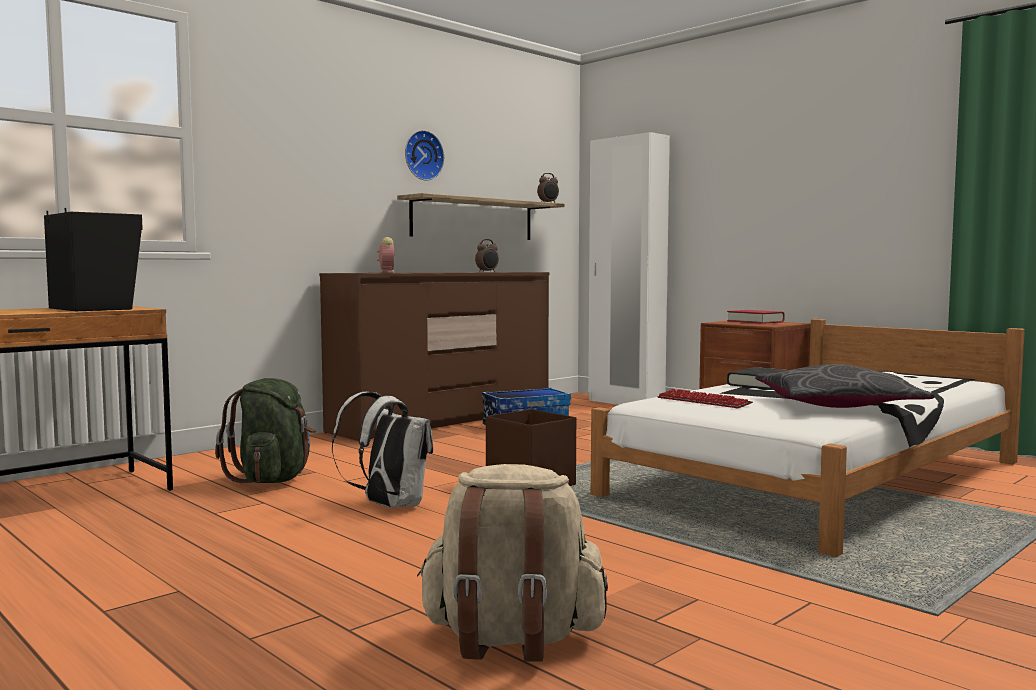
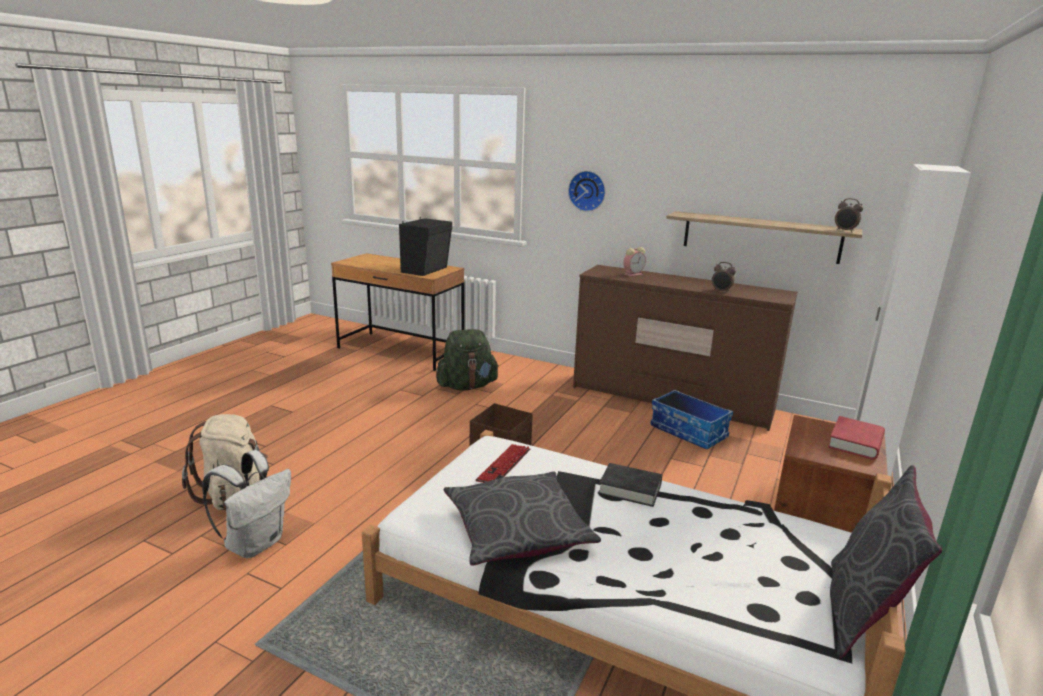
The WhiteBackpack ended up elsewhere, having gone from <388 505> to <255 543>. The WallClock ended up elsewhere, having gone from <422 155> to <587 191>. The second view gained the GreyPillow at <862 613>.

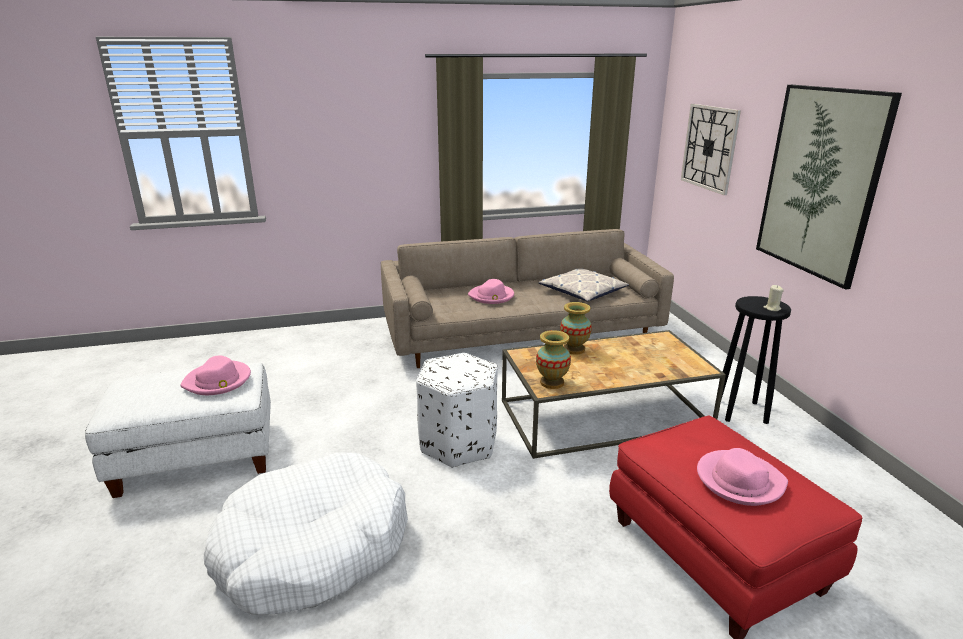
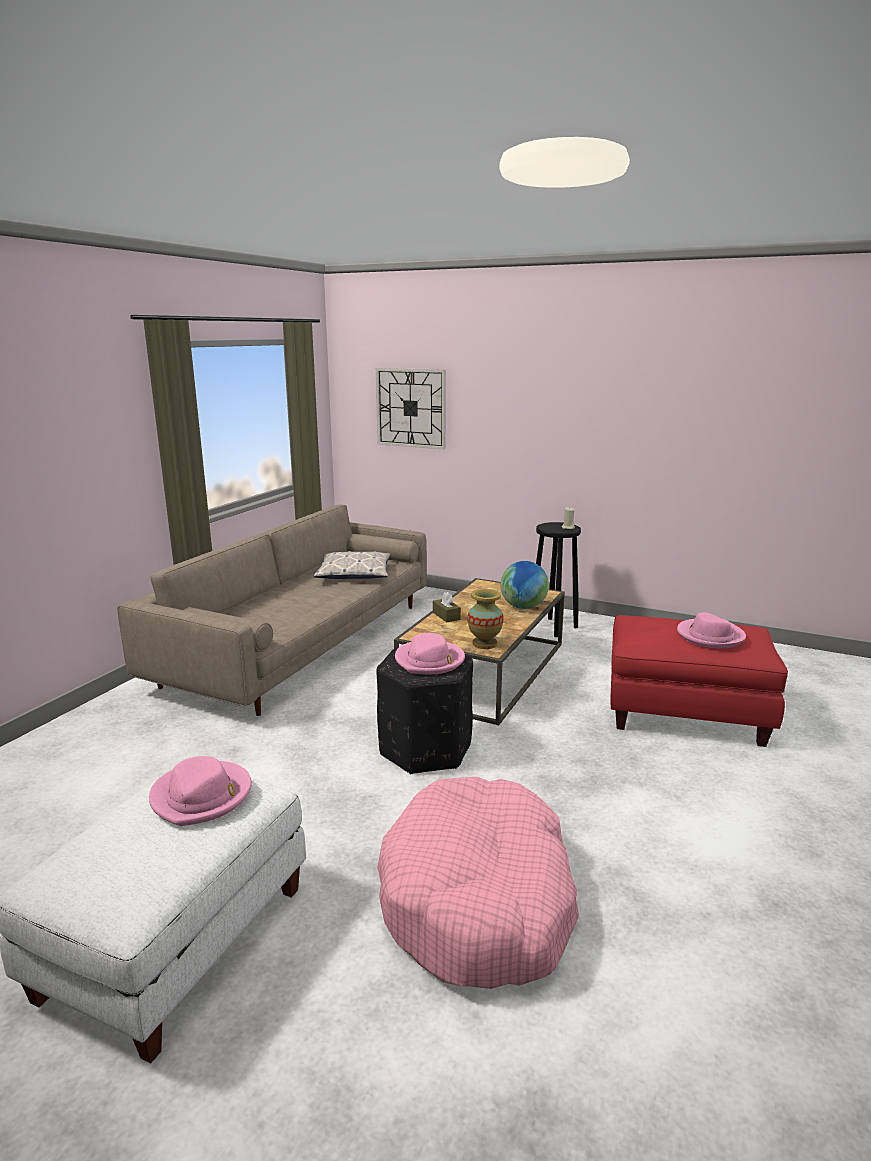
What was the WhiteOttoman at <459 443> turned into the BlackOttoman at <425 749>. What was the WhiteDogBed at <313 548> turned into the PinkDogBed at <479 900>. The PinkHat ended up elsewhere, having gone from <491 296> to <430 660>. Where the Vase stood at <574 349>, the BrownTissueBox came to stand at <446 616>. The second view gained the Globe at <523 607>. The second view lost the Picture at <820 182>.

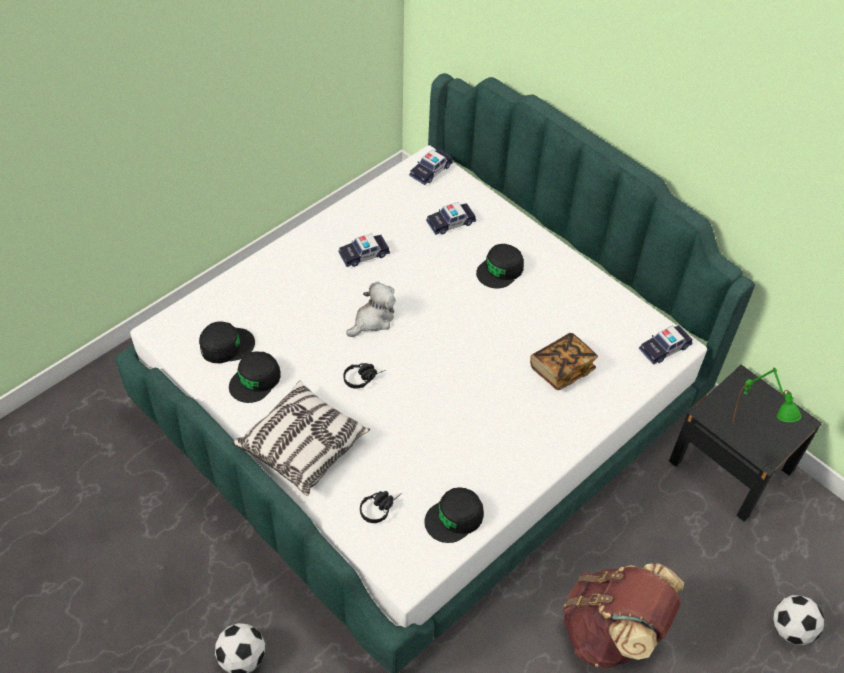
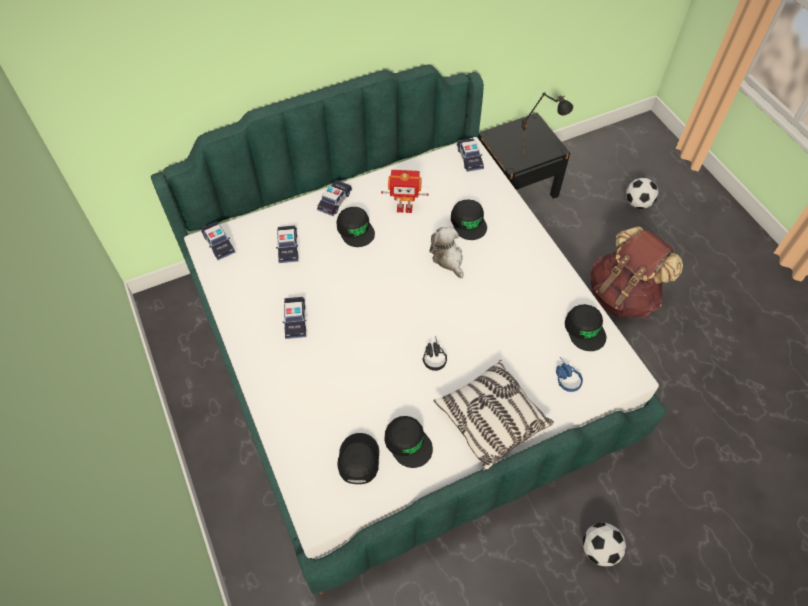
The second view gained the ToyCar at <335 201>. The second view gained the ToyRobot at <404 208>. The PlushToy ended up elsewhere, having gone from <373 319> to <448 258>. Where the Book stood at <561 369>, the BlackCap came to stand at <468 222>. What was the GreenTableLamp at <753 437> turned into the BlackTableLamp at <539 149>. What was the BlackHeadphones at <380 507> turned into the BlueHeadphones at <564 377>.

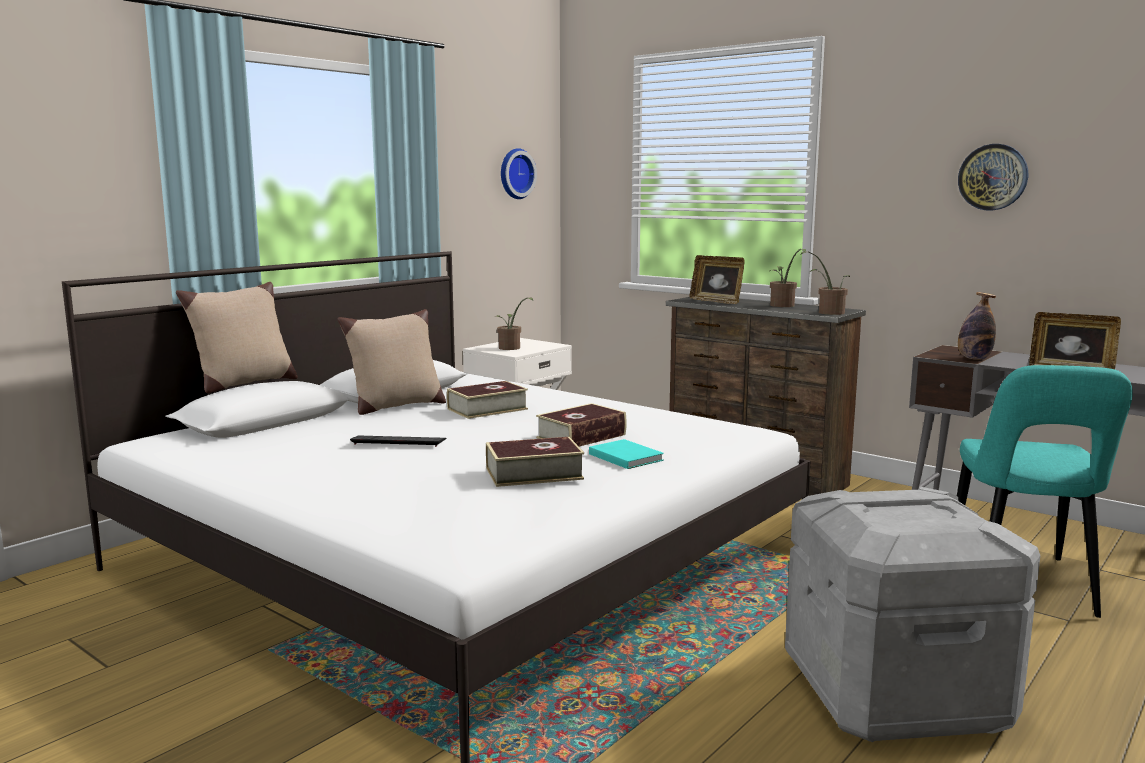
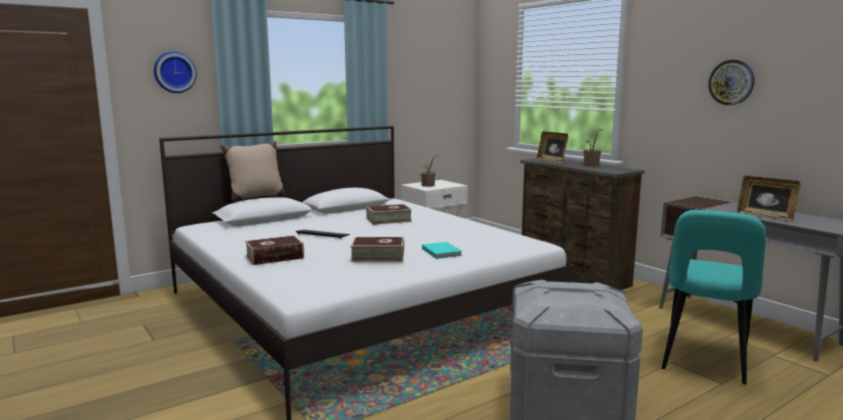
The WallClock ended up elsewhere, having gone from <515 174> to <174 72>. The Book ended up elsewhere, having gone from <581 436> to <275 257>. The second view lost the BeigePillow at <395 406>. The second view lost the PottedPlant at <827 313>. The second view lost the Bottle at <974 358>.

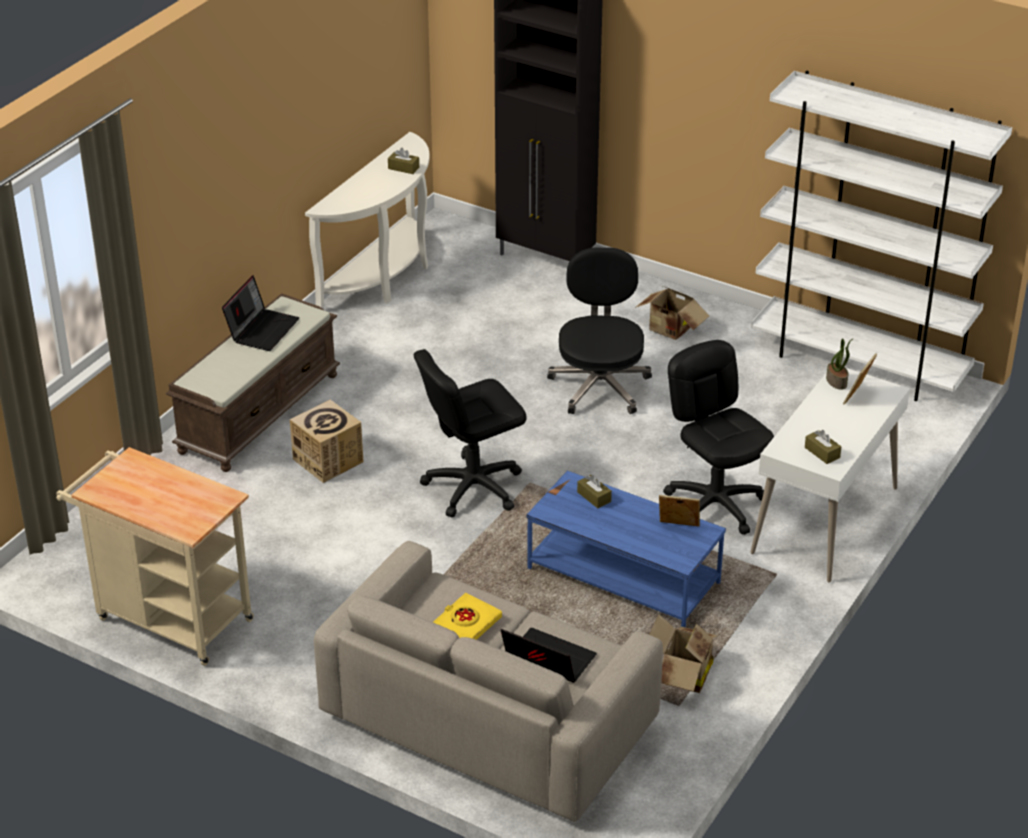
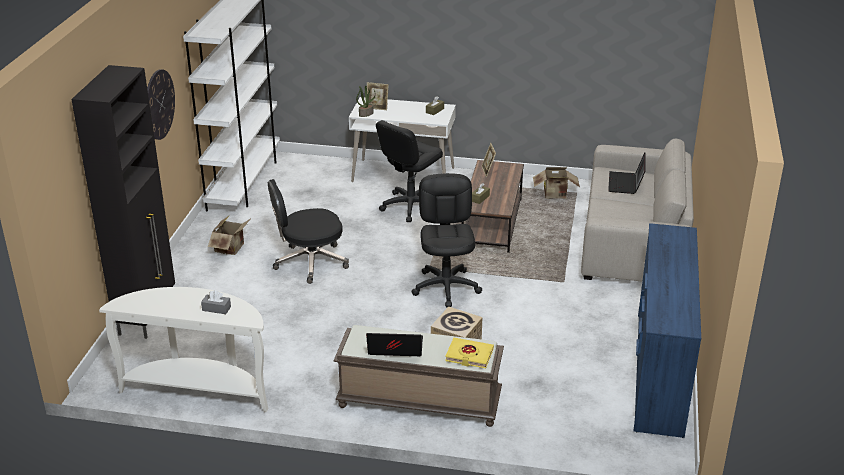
The second view gained the WallClock at <159 104>. The second view gained the GreyTissueBox at <216 308>. The BlackOfficeChair at <473 487> ended up facing another way, 135 degrees counterclockwise from before. The YellowBook ended up elsewhere, having gone from <465 624> to <469 356>. What was the BlueCoffeeTable at <622 576> turned into the BrownCoffeeTable at <492 223>. Where the BeigeCart stood at <167 617>, the BlueDresser came to stand at <658 373>. The second view lost the BrownTissueBox at <403 168>.

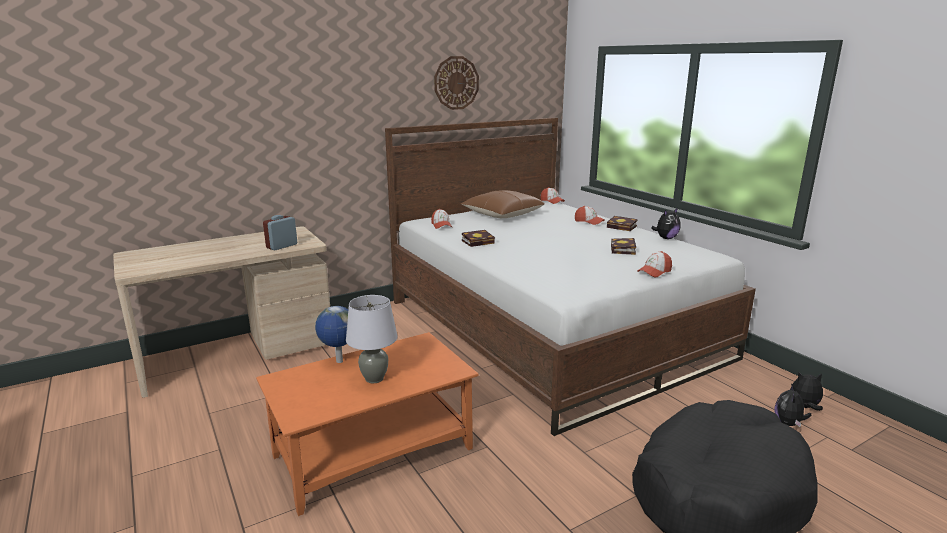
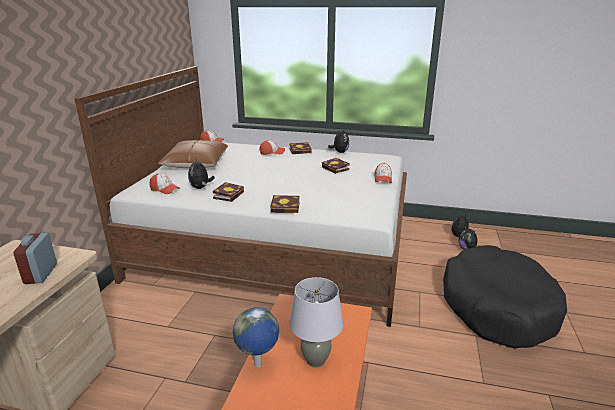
The second view gained the PlushToy at <201 187>. The second view gained the Book at <287 207>. The second view lost the WallClock at <456 83>.

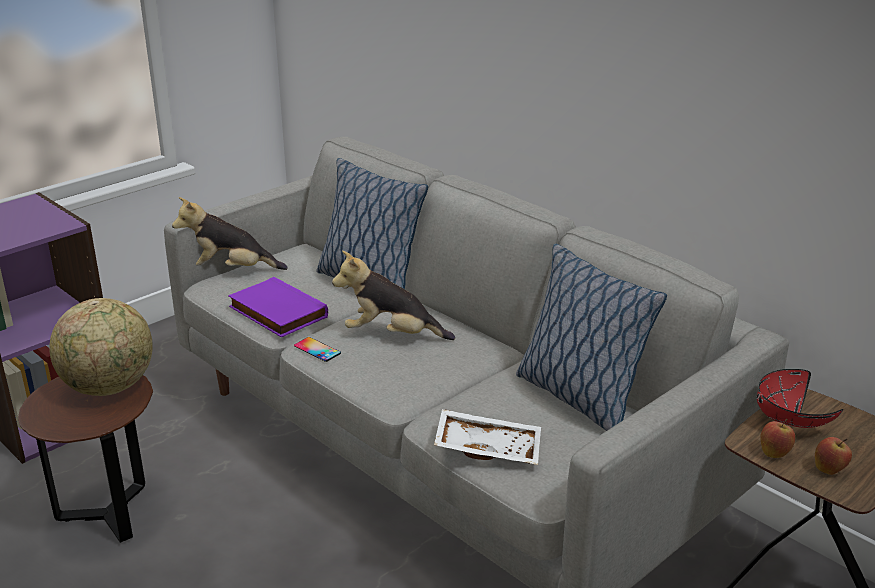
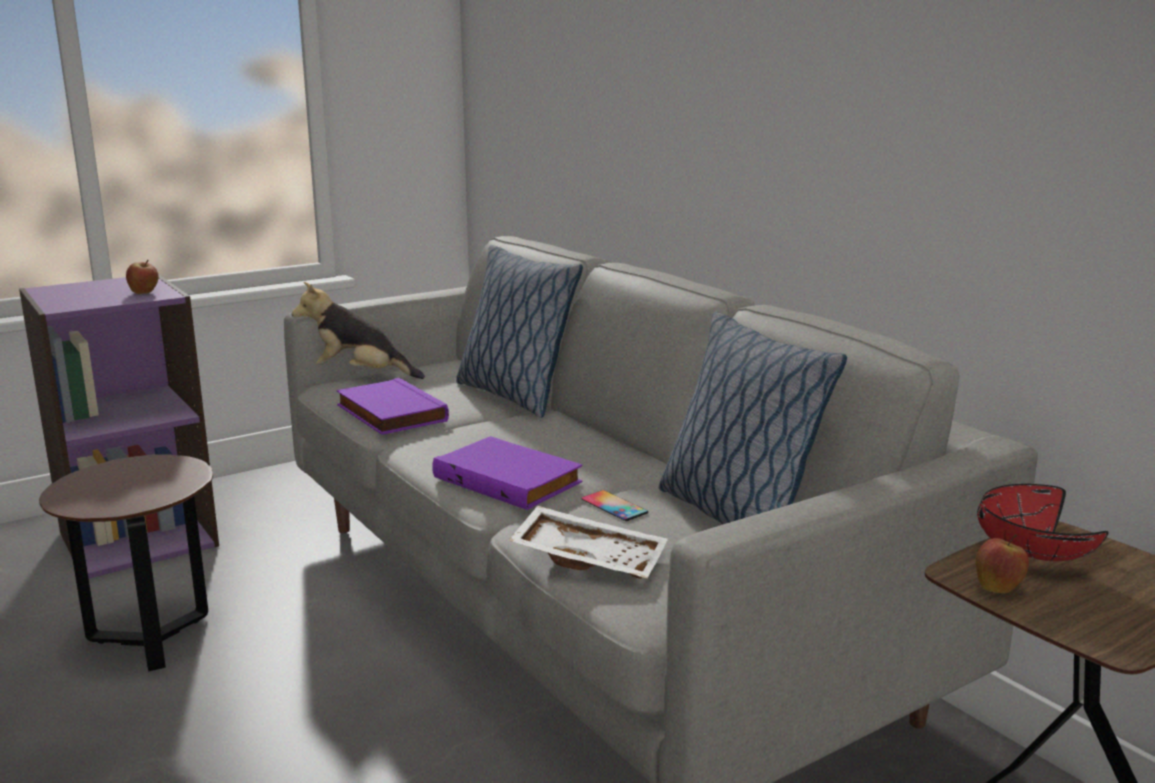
The Apple ended up elsewhere, having gone from <829 469> to <144 293>. The second view gained the PurpleBook at <510 479>. The Phone ended up elsewhere, having gone from <317 349> to <614 506>. The second view lost the Globe at <109 387>. The second view lost the PlushToy at <392 335>.

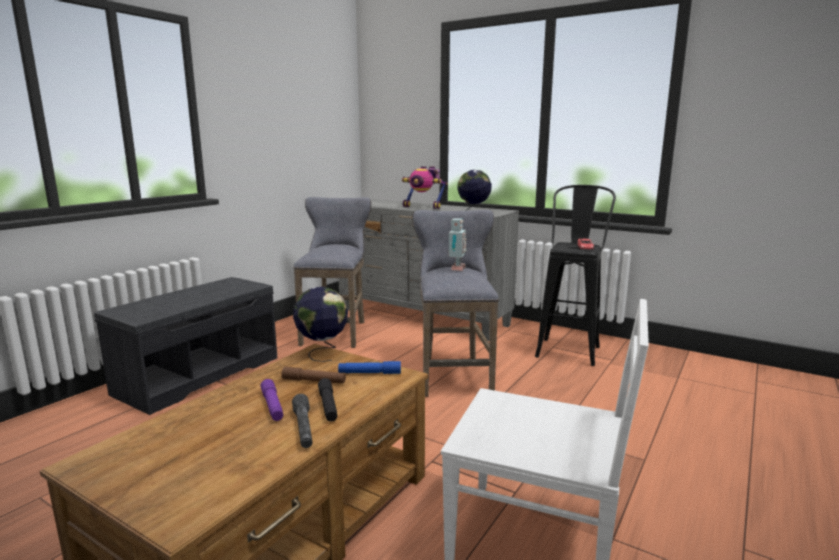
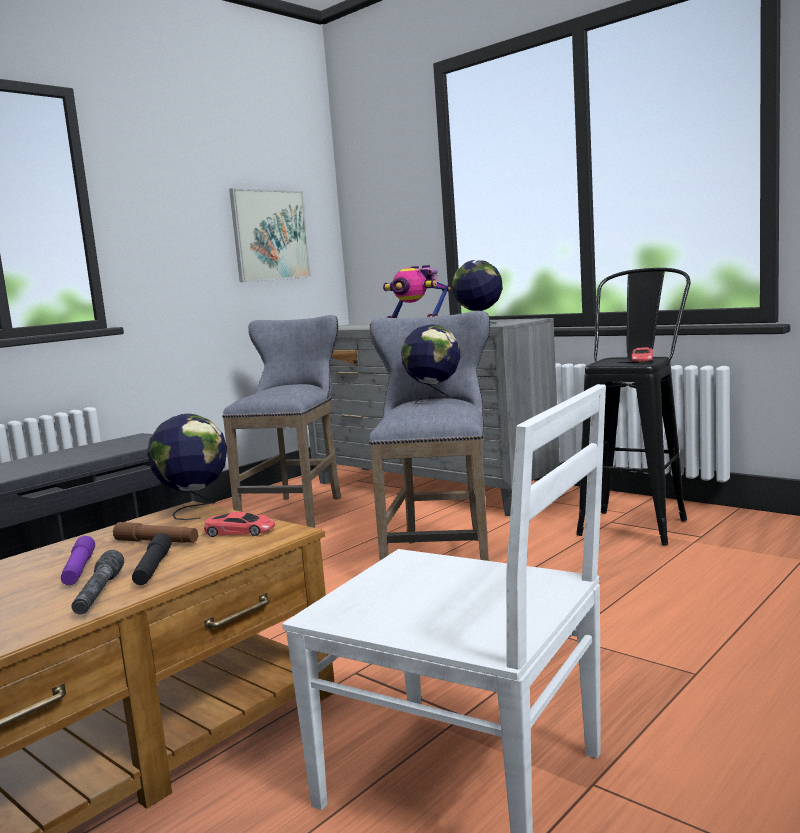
Where the BlueFlashlight stood at <369 373>, the RedToyCar came to stand at <240 531>. The second view gained the Picture at <270 235>. Where the ToyRobot stood at <456 269>, the Globe came to stand at <434 399>.

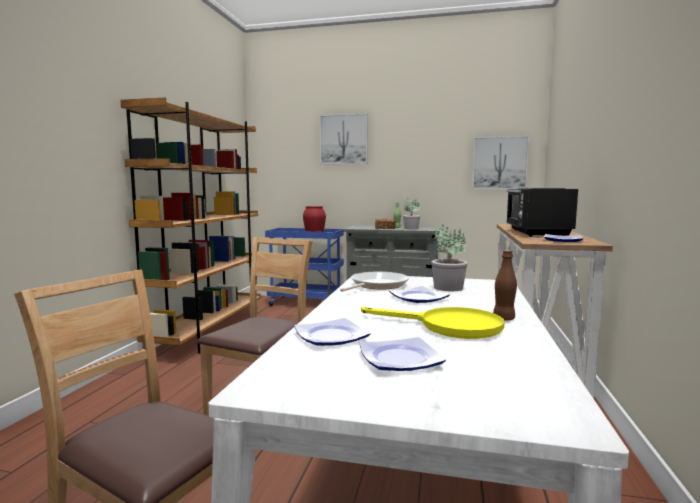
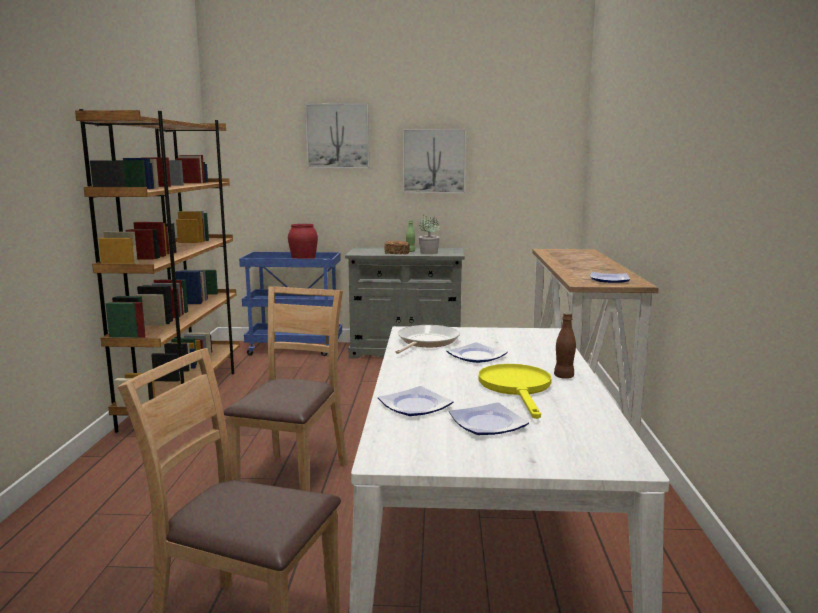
The Picture ended up elsewhere, having gone from <499 163> to <434 161>. The YellowFryingPan at <448 326> ended up facing another way, 105 degrees counterclockwise from before. The second view lost the PottedPlant at <447 288>. The second view lost the BlackMicrowave at <536 233>.

